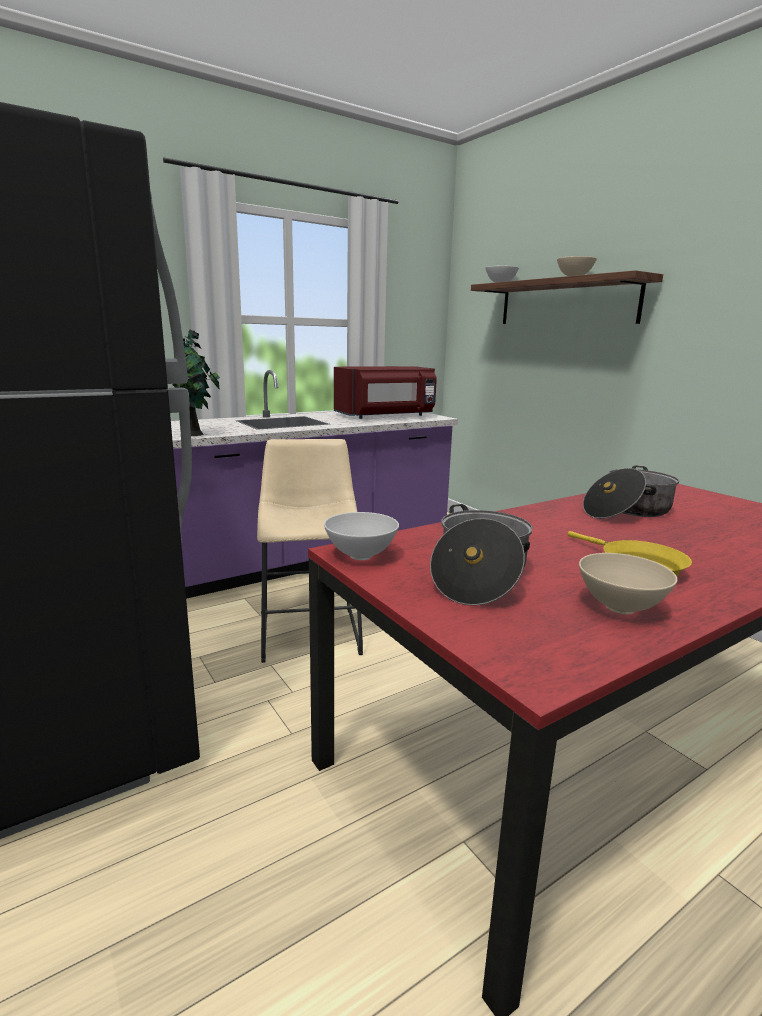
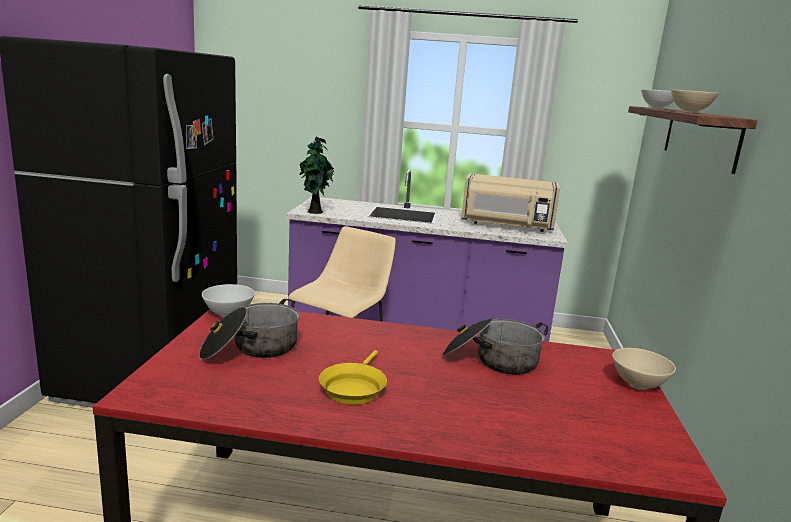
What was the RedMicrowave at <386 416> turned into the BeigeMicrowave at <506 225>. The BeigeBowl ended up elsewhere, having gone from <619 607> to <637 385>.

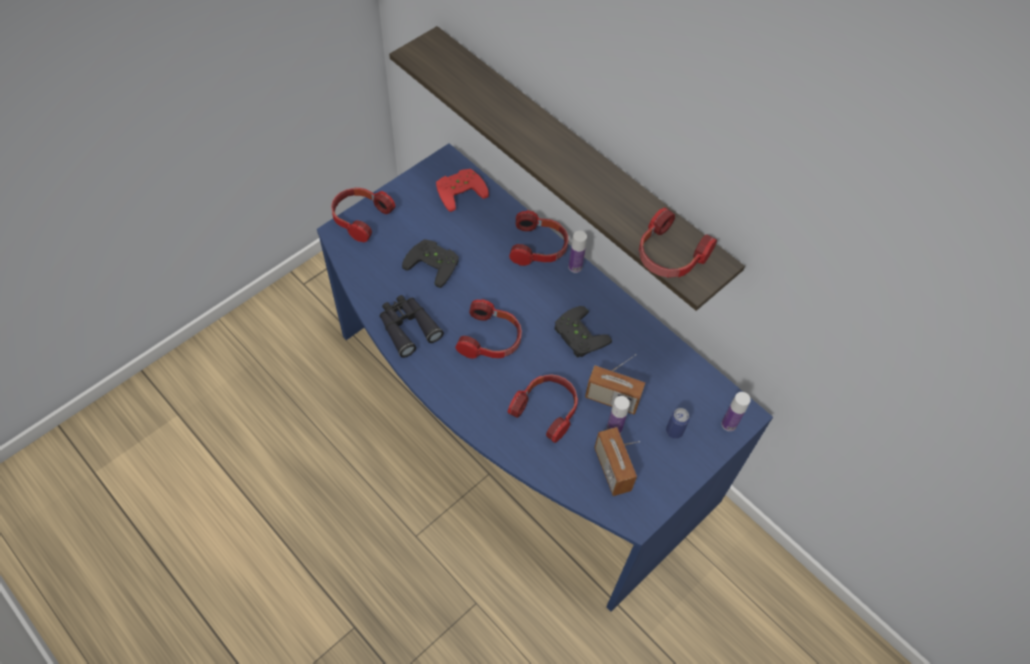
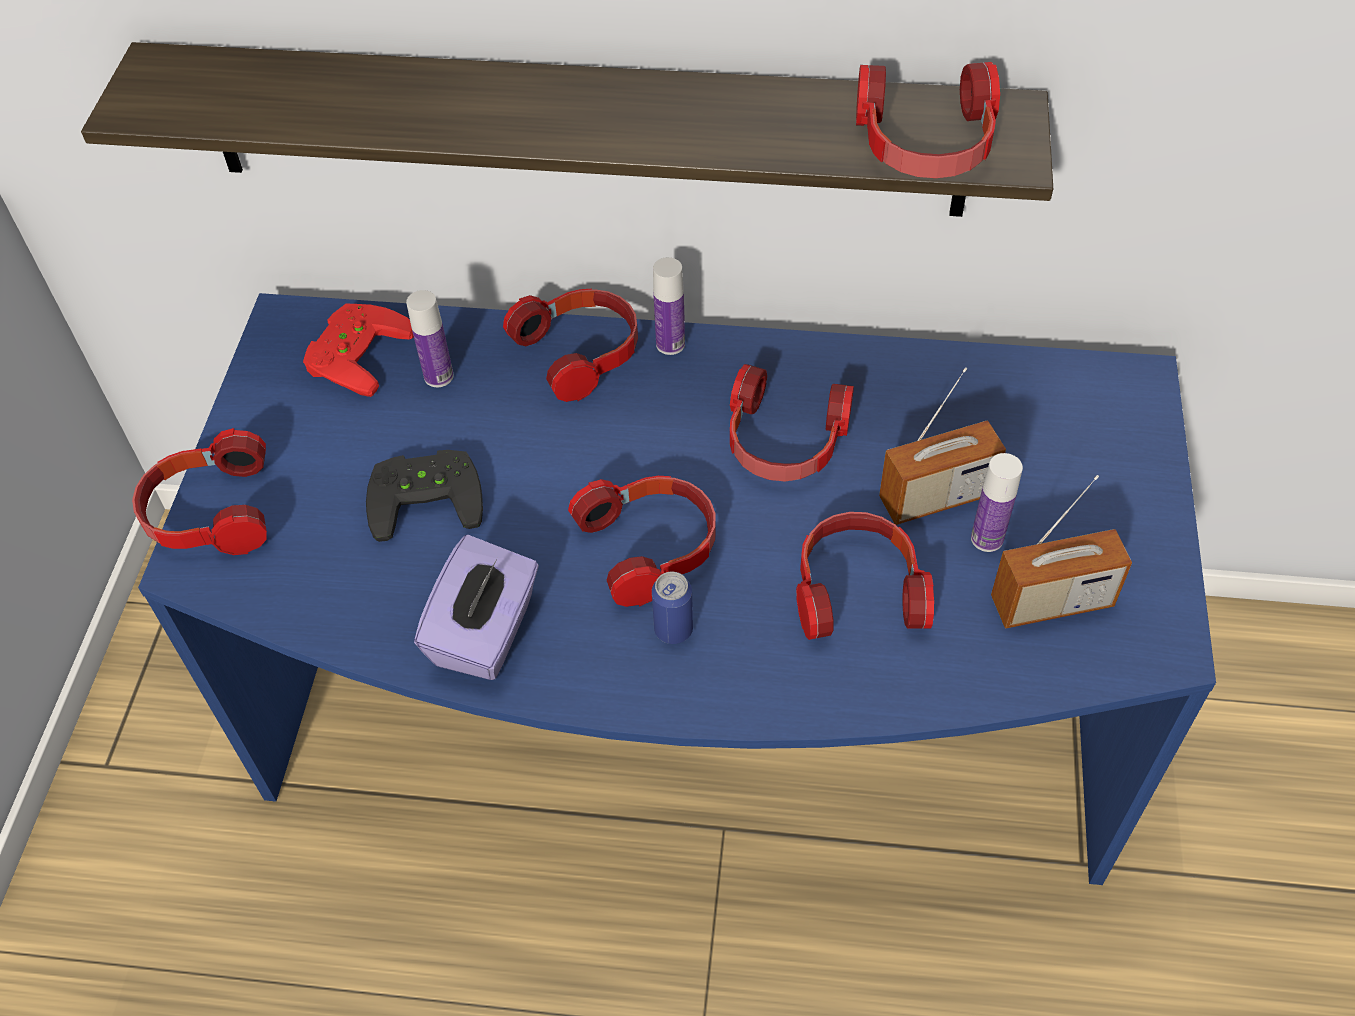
The Bottle ended up elsewhere, having gone from <729 424> to <438 376>. Where the BlackBinoculars stood at <407 327>, the PurpleTissueBox came to stand at <486 632>. The Can ended up elsewhere, having gone from <674 431> to <673 630>. Where the BlackGameController stood at <577 336>, the Headphones came to stand at <784 443>. The Radio at <612 469> ended up facing another way, 45 degrees counterclockwise from before.

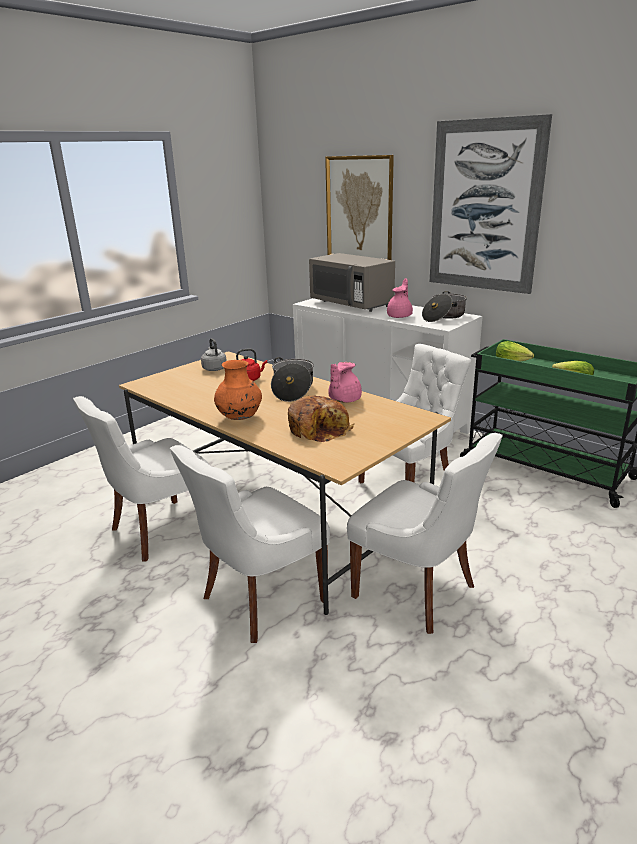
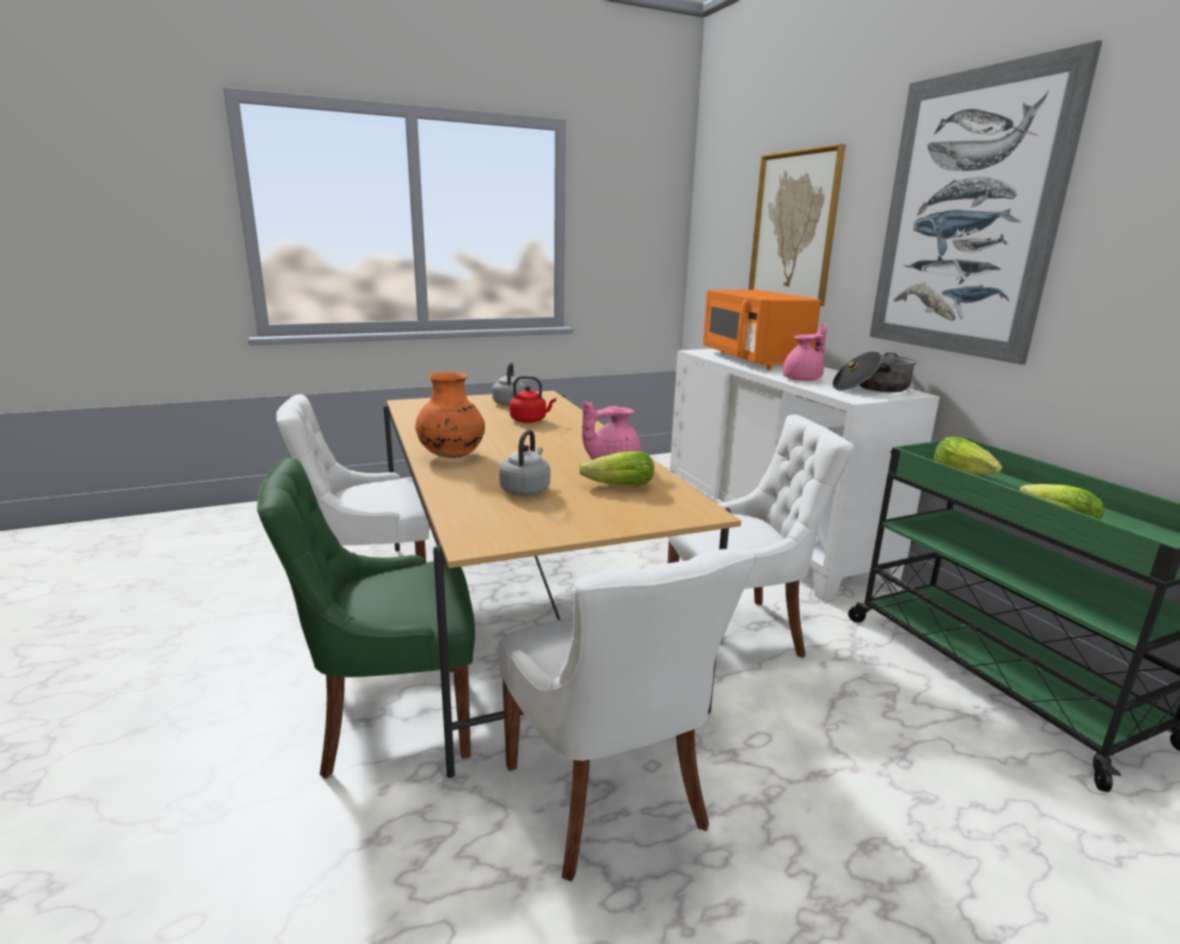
What was the WhiteChair at <260 599> turned into the GreenChair at <391 719>. Where the Bread stood at <319 429>, the GreyKettle came to stand at <526 490>. The second view gained the Lettuce at <615 486>. What was the GreyMicrowave at <351 304> turned into the OrangeMicrowave at <754 359>. The second view lost the CookingPot at <292 389>.

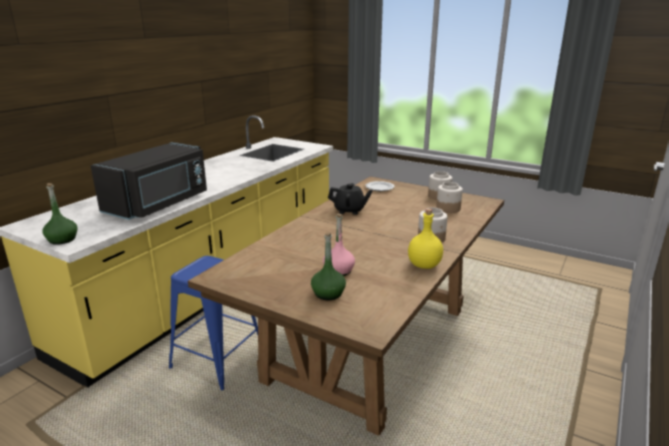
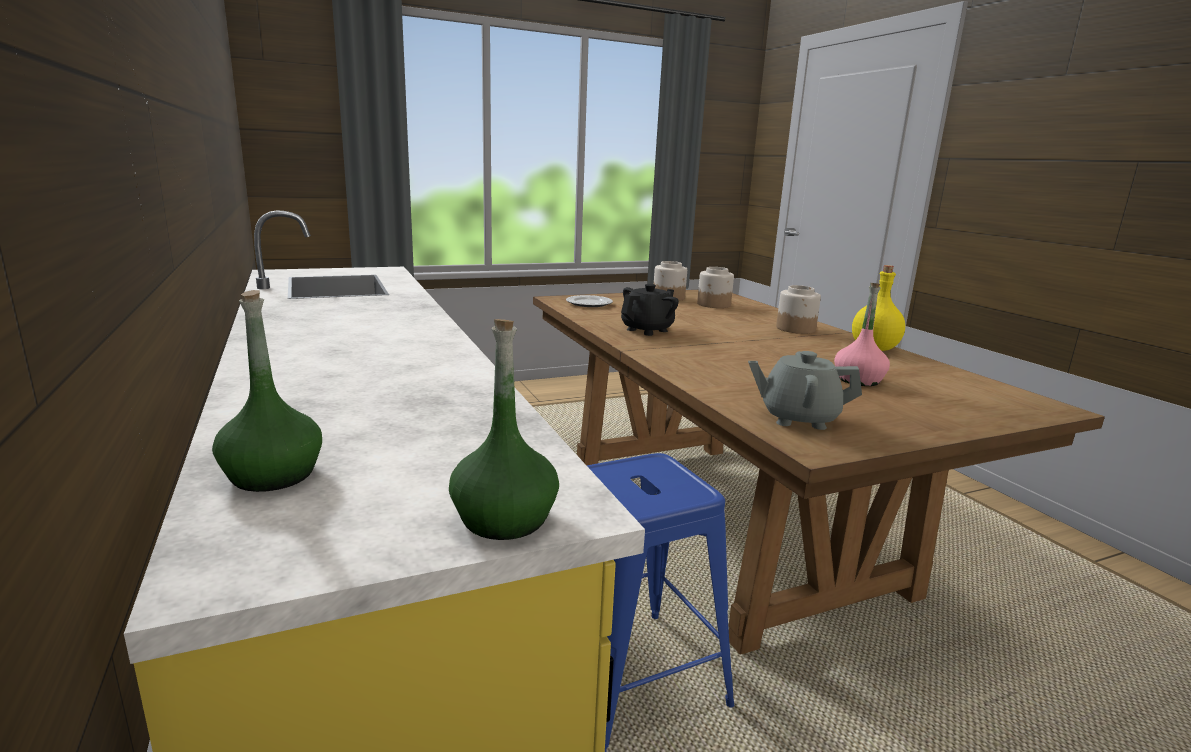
The GreenBottle ended up elsewhere, having gone from <328 294> to <273 475>. The second view gained the GreyTeapot at <798 418>. The second view lost the BlackMicrowave at <160 204>.

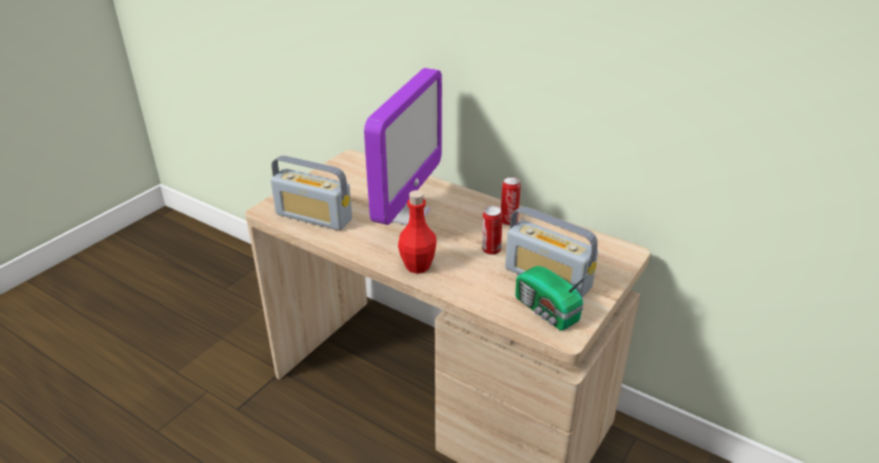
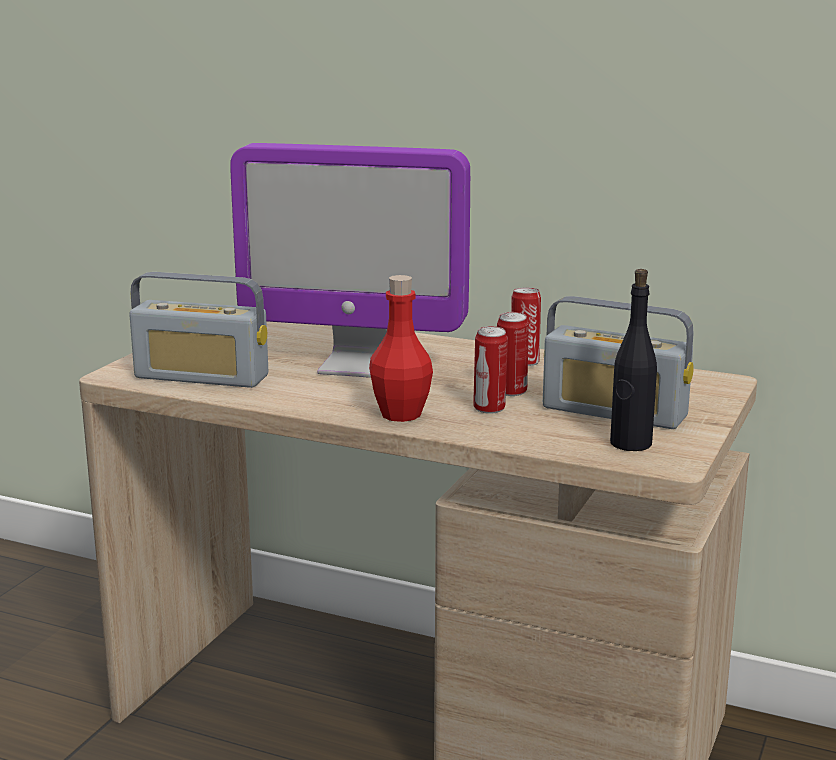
The Monitor at <405 214> ended up facing another way, 90 degrees clockwise from before. The second view gained the Can at <489 409>. Where the Radio stood at <547 311>, the BlackBottle came to stand at <630 444>.

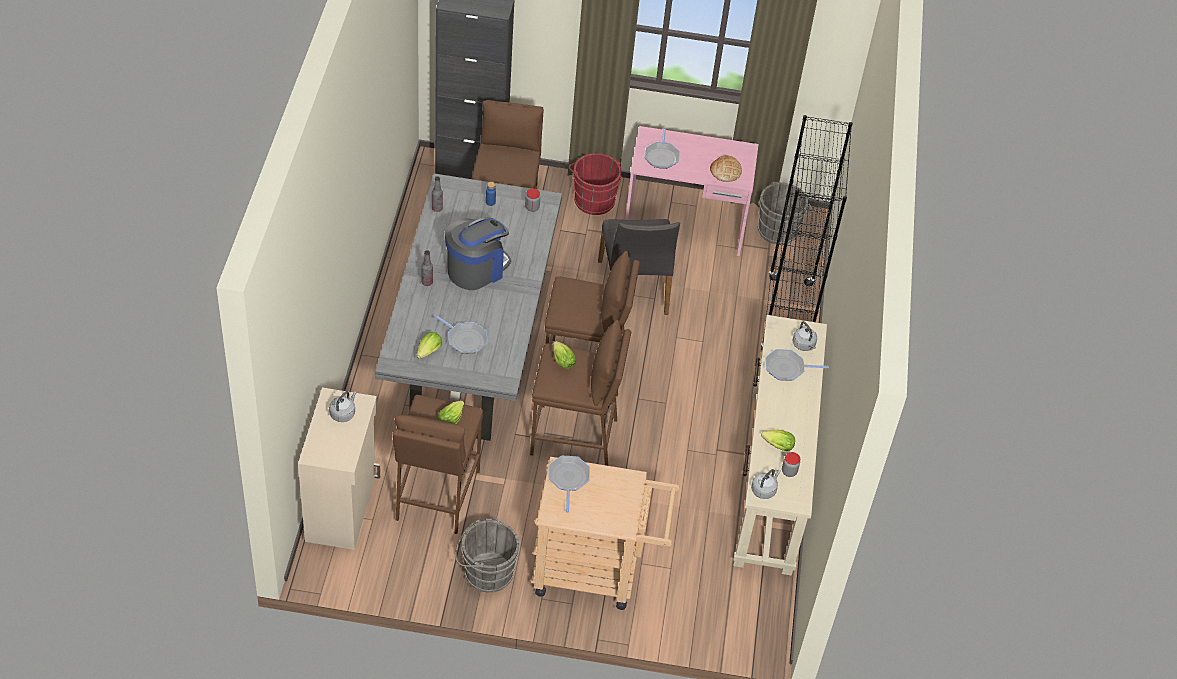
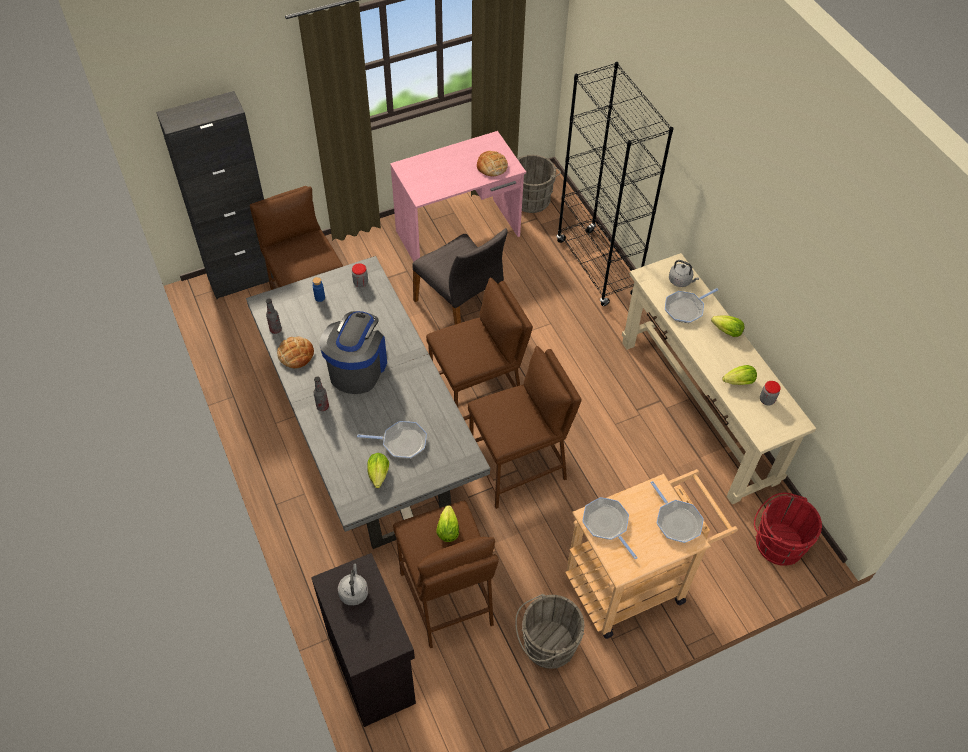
The second view gained the Bread at <296 354>. What was the BeigeCabinet at <342 507> turned into the BlackCabinet at <372 667>. The FryingPan ended up elsewhere, having gone from <661 156> to <676 521>. The Lettuce ended up elsewhere, having gone from <561 360> to <725 331>. The RedBucket ended up elsewhere, having gone from <593 199> to <776 542>. The second view lost the GreyKettle at <764 490>.

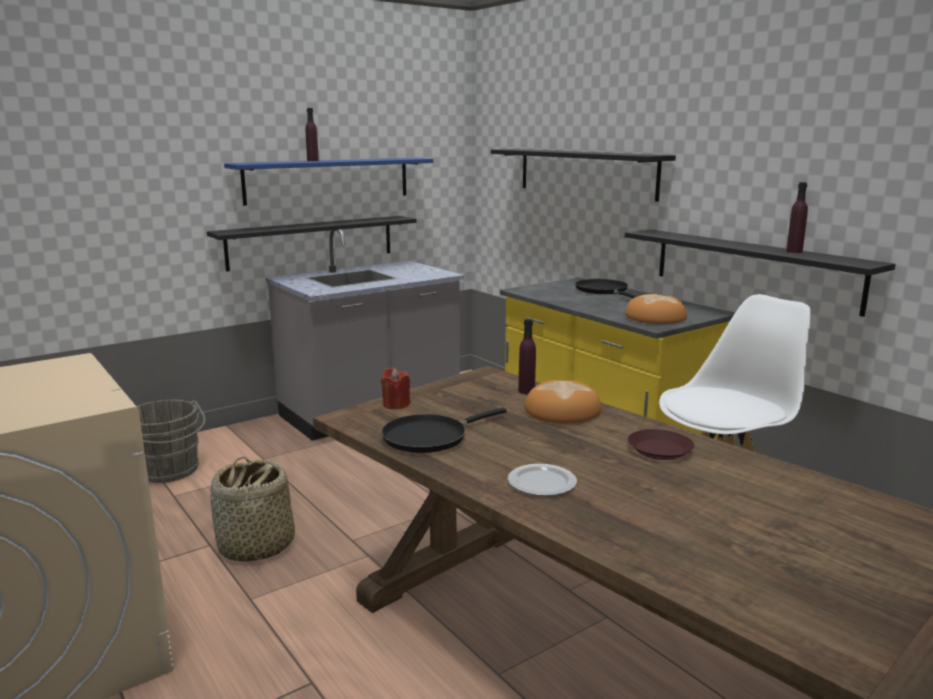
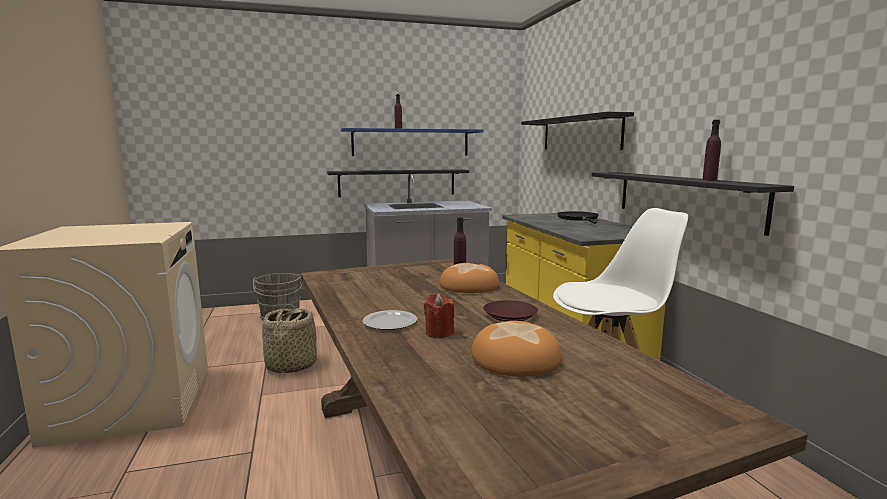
The RedCandle ended up elsewhere, having gone from <396 404> to <439 333>. The Bread ended up elsewhere, having gone from <656 317> to <516 358>. The second view lost the BlackFryingPan at <430 437>.

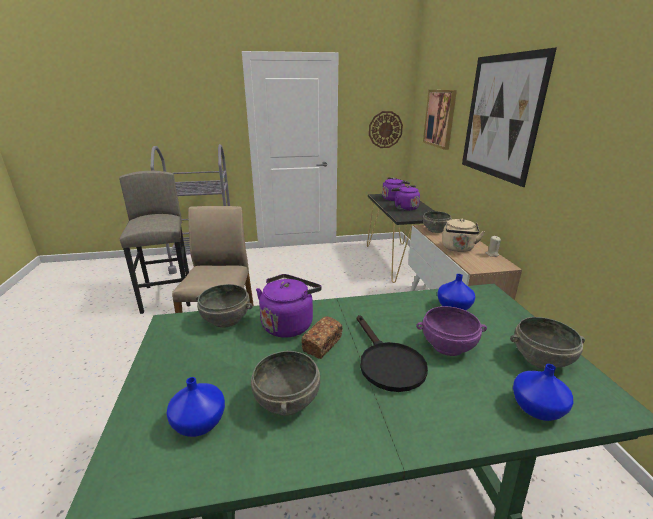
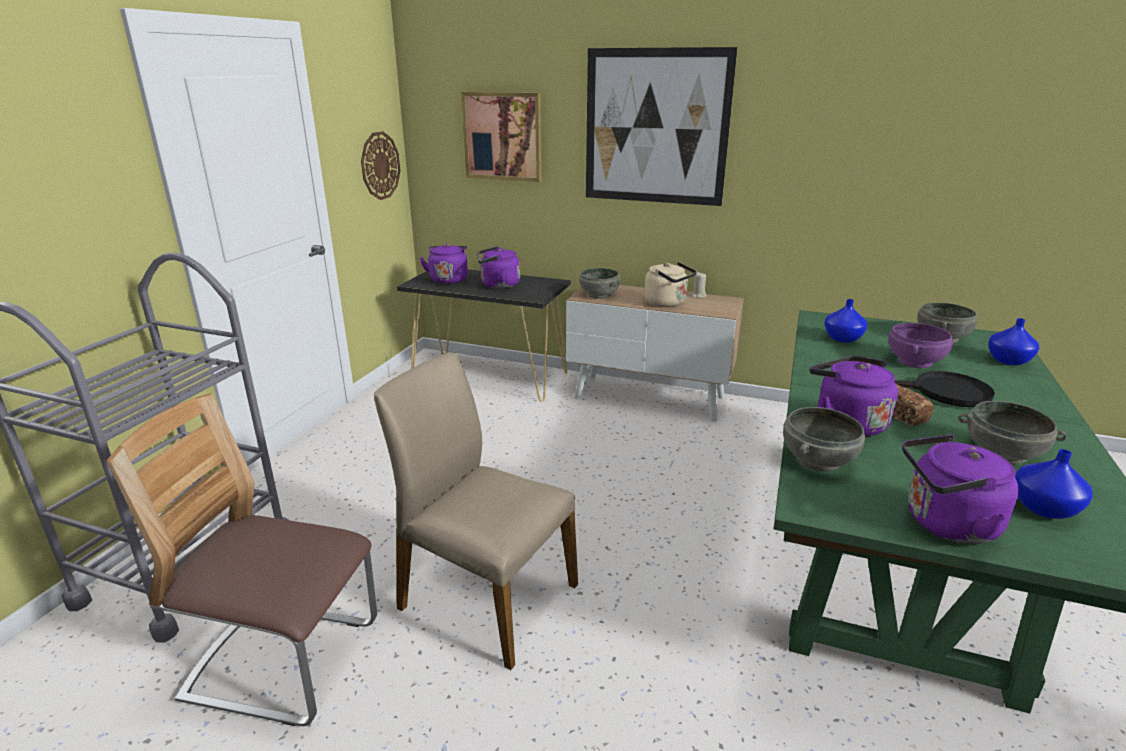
Where the GreyStool stood at <168 296>, the Chair came to stand at <284 661>. The second view gained the PurpleKettle at <945 524>.

